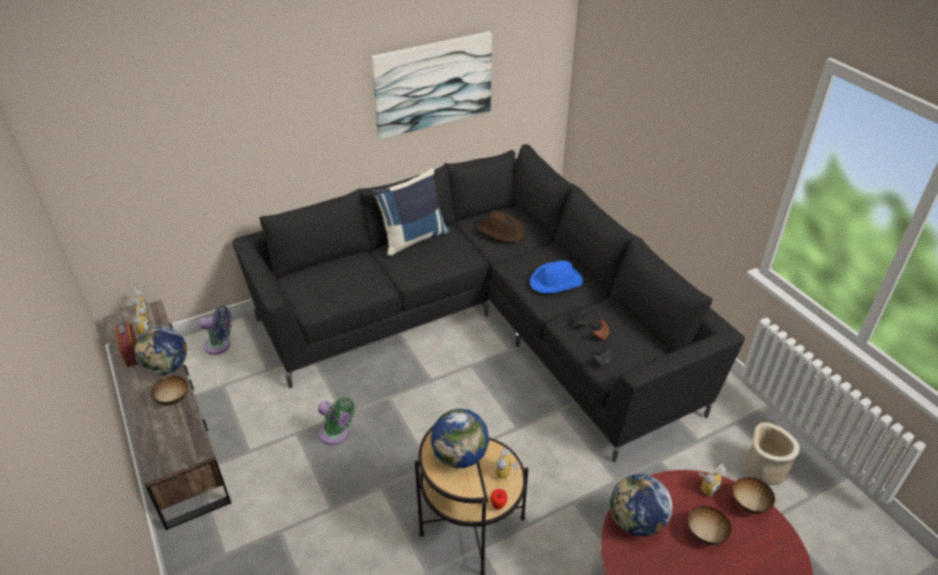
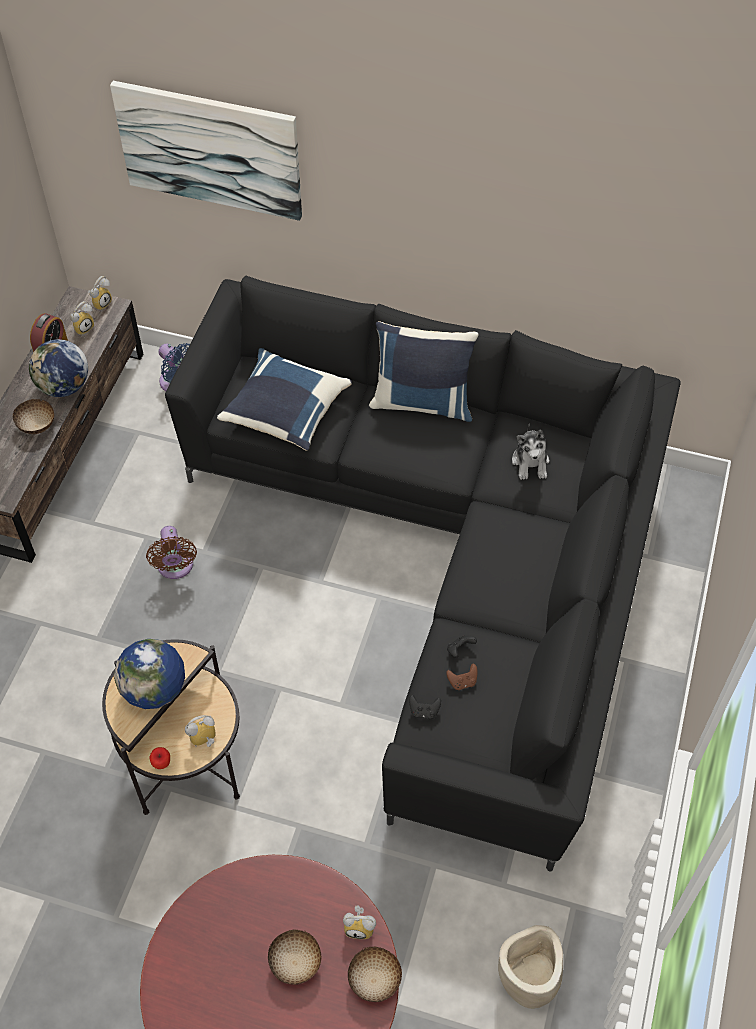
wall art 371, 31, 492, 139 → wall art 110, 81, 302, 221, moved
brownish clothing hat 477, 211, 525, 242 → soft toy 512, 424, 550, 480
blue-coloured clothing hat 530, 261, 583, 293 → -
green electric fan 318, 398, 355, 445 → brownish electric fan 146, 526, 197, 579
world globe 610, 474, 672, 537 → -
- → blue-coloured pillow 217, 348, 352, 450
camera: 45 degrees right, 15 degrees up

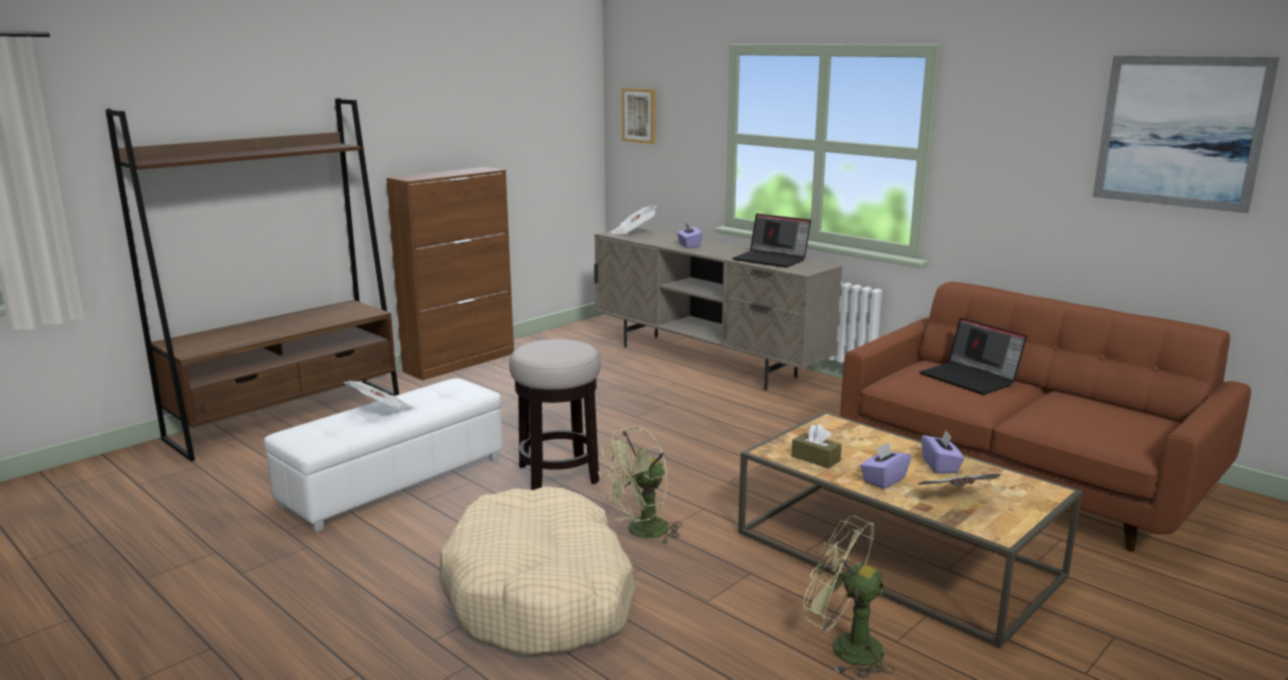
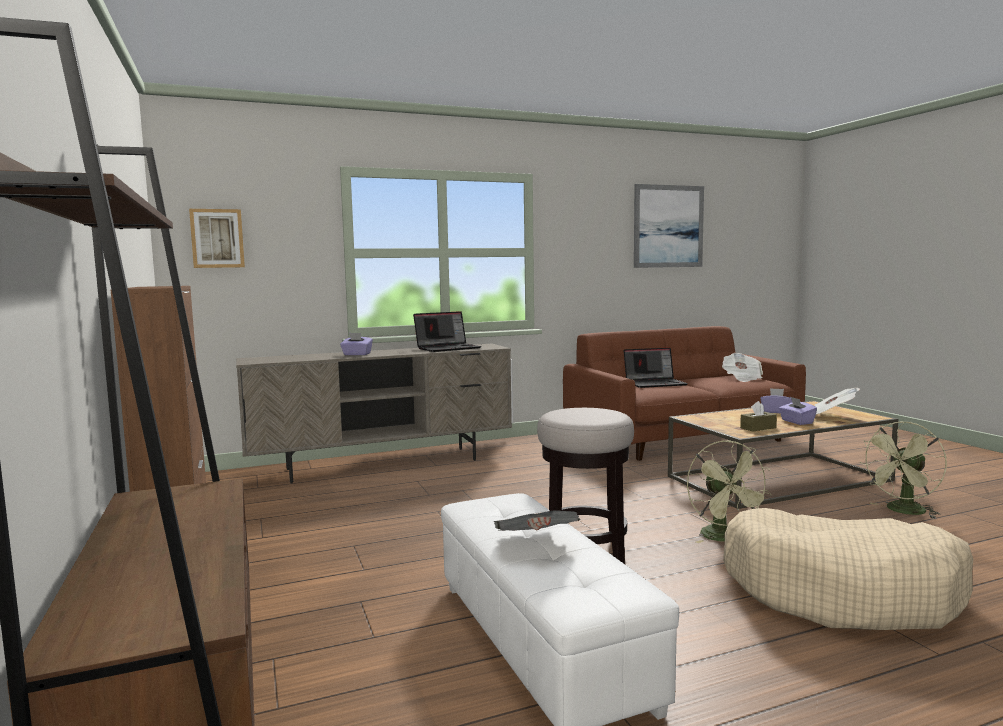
daily paper 611, 205, 657, 234 → daily paper 722, 353, 763, 382, moved
camera: 65 degrees left, 10 degrees down

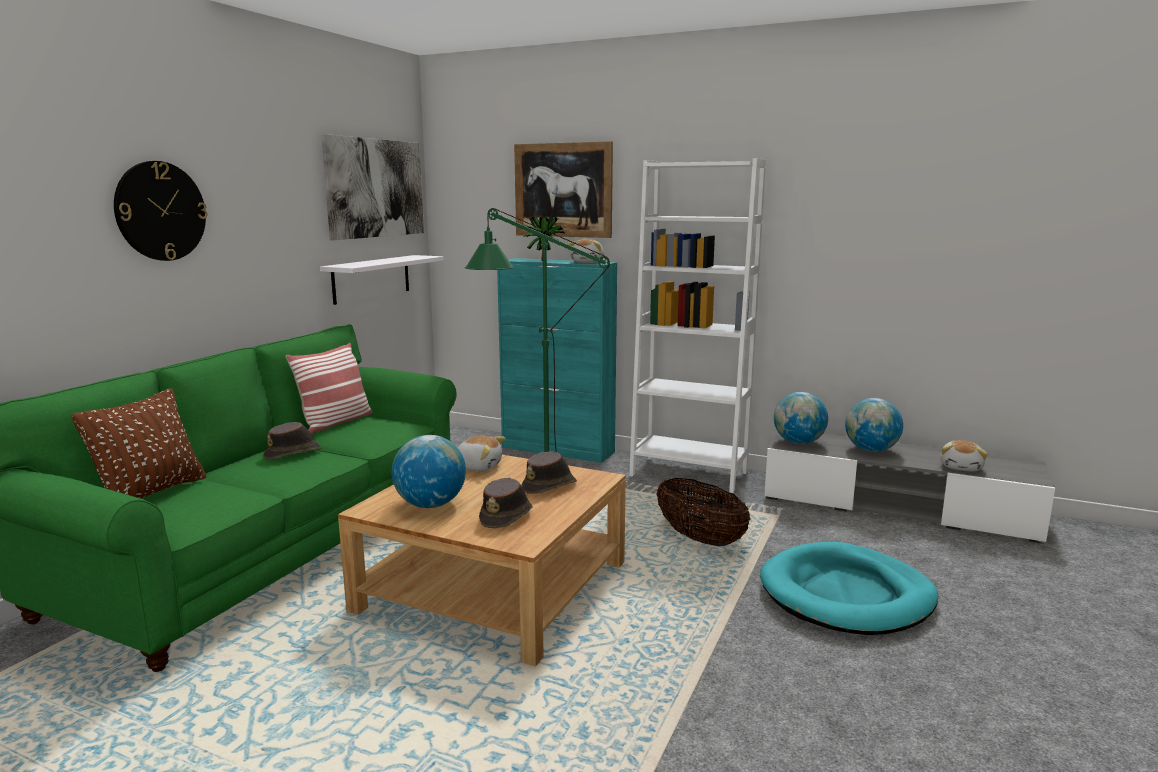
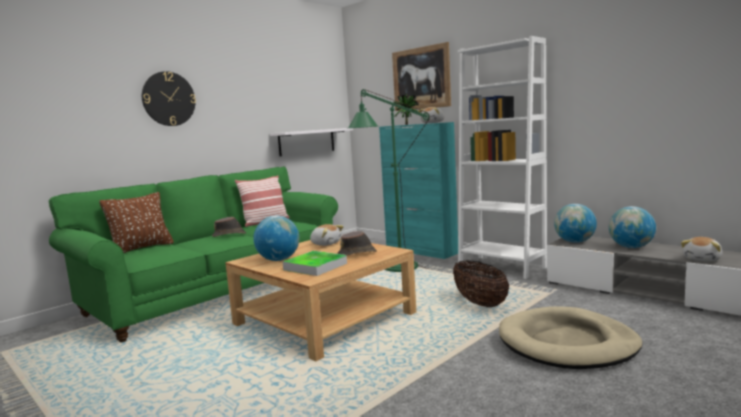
wall art 321, 134, 424, 240 → -
brownish clothing hat 479, 478, 532, 528 → carrying tray 283, 251, 347, 276
blue-green pet bed 760, 542, 938, 635 → beige-coloured pet bed 499, 306, 642, 369
camera: 20 degrees right, 5 degrees down

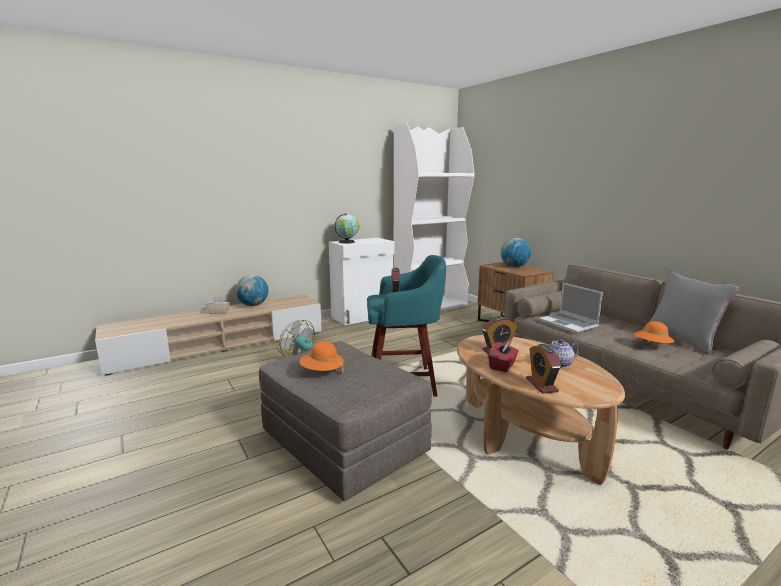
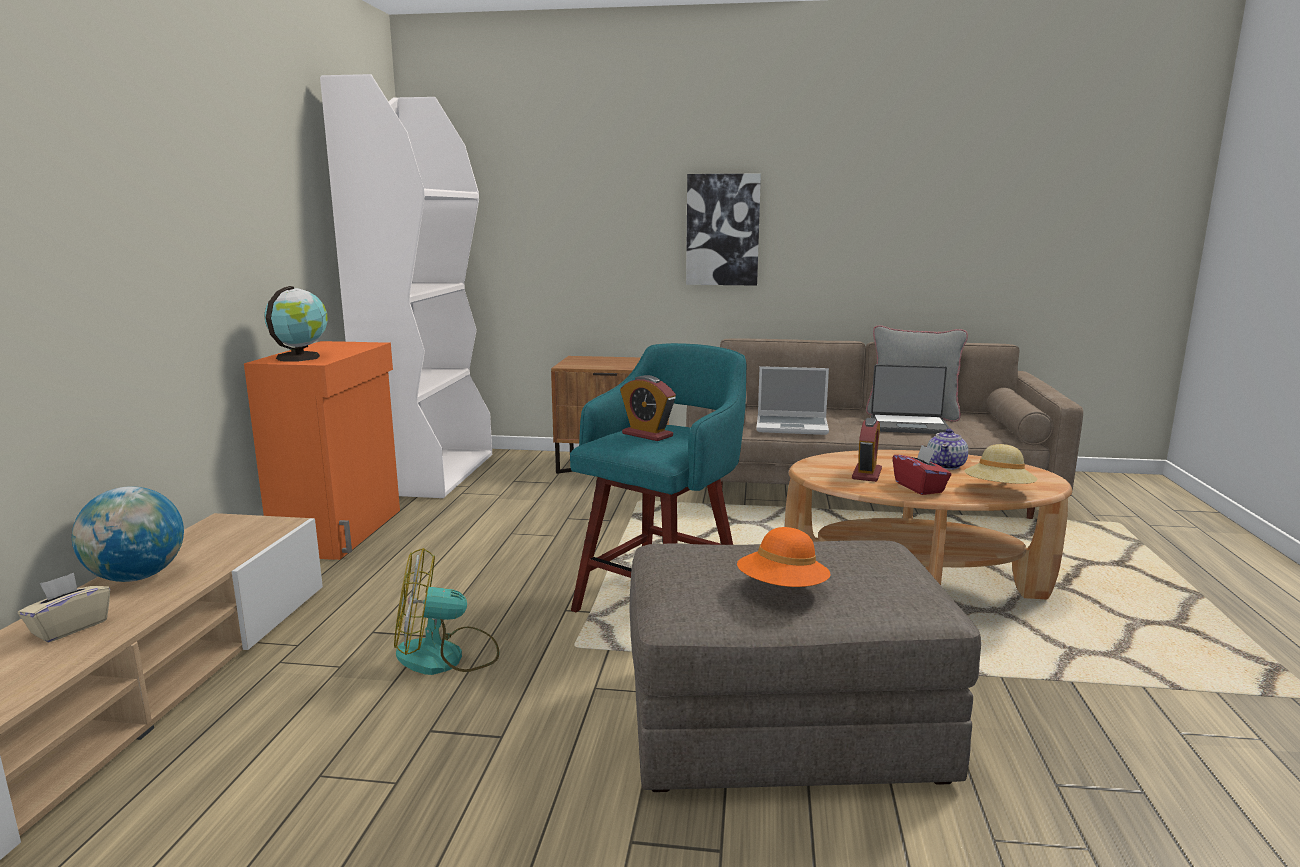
white-coloured storage cabinet 329, 238, 394, 325 → orangey storage cabinet 244, 341, 400, 560
world globe 501, 238, 531, 267 → -
orangey clothing hat 634, 321, 675, 343 → portable computer 871, 364, 950, 434
alarm clock 526, 344, 561, 394 → beige-coloured clothing hat 964, 444, 1037, 484
- → wall art 686, 174, 761, 286
camera: 50 degrees left, 0 degrees up

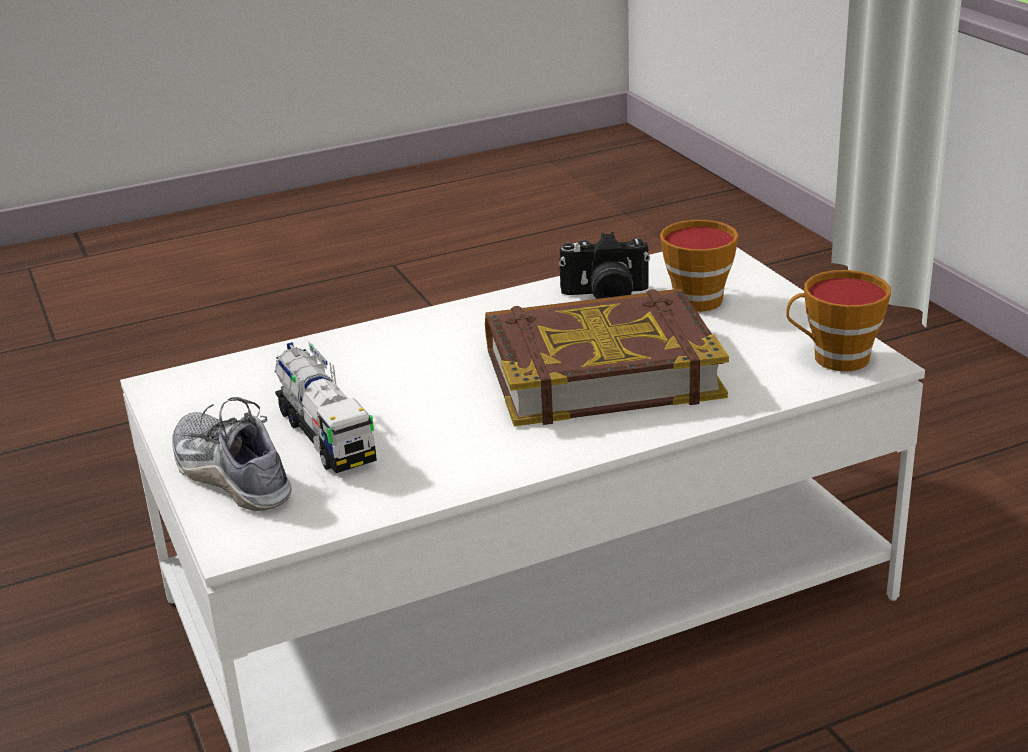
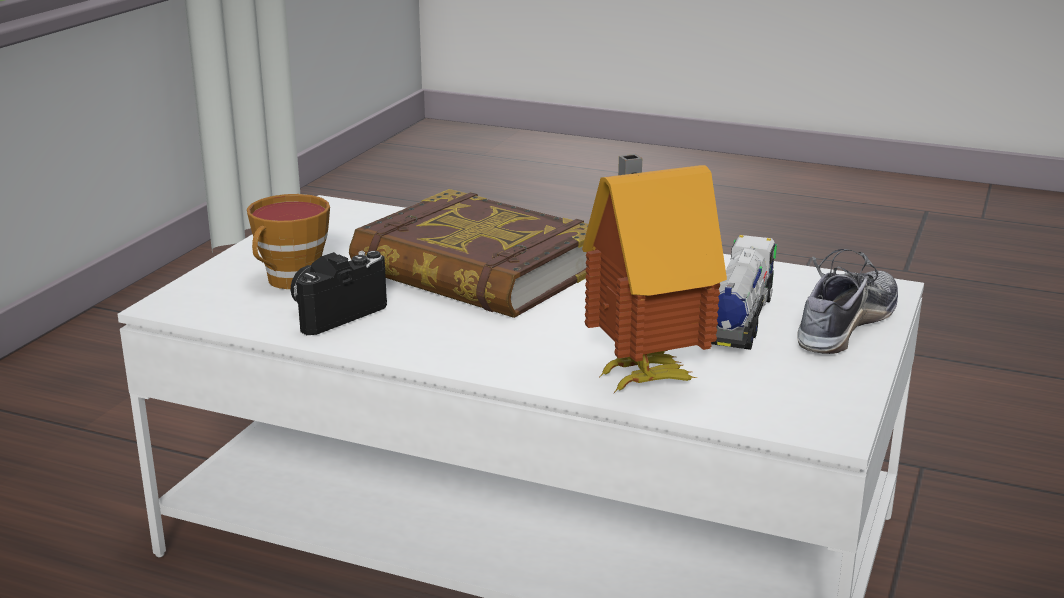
photo camera 559, 232, 650, 299 → photo camera 291, 251, 387, 335, 90 degrees counterclockwise
small cup 786, 270, 891, 371 → -
low shoe 172, 397, 292, 511 → low shoe 797, 249, 898, 354, 150 degrees counterclockwise
- → model house 582, 154, 727, 394
camera: 135 degrees left, 5 degrees down

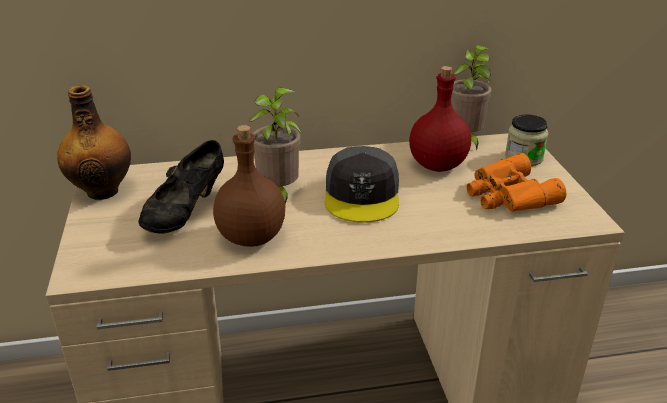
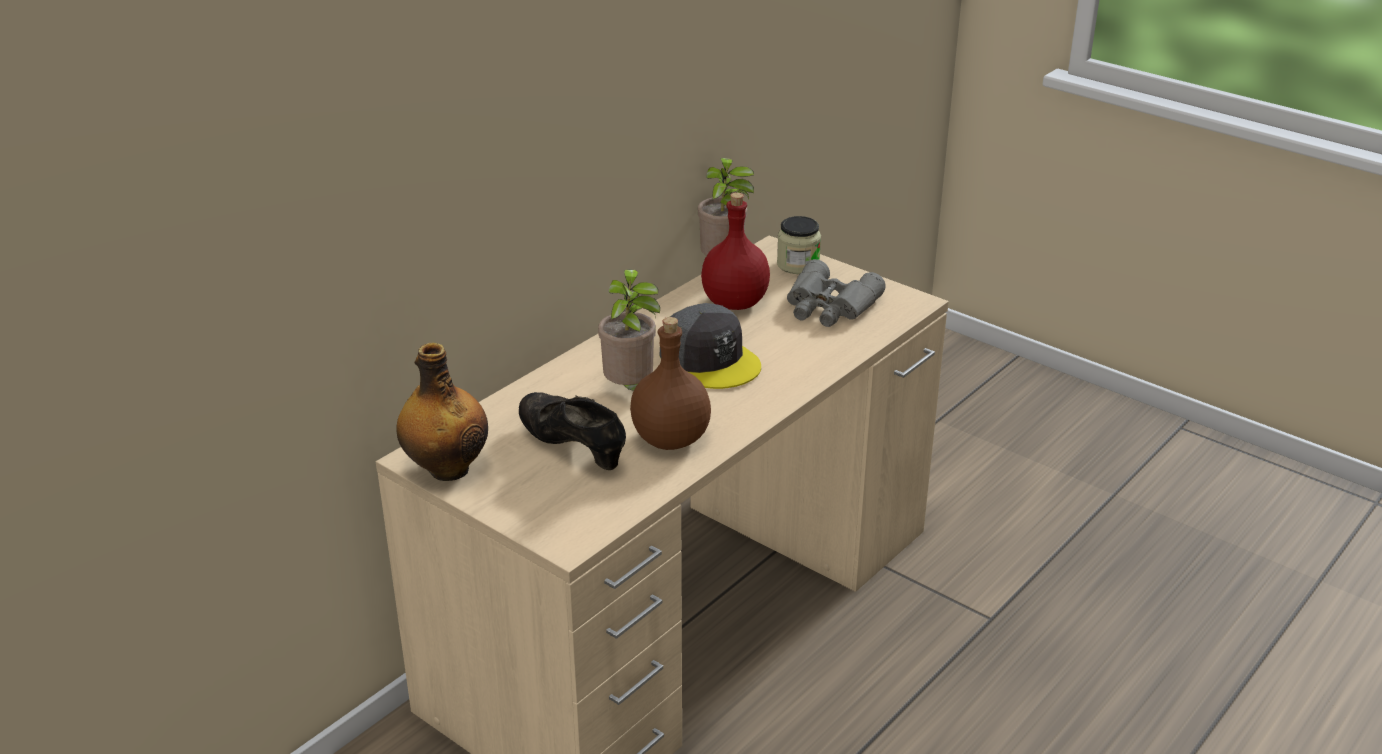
blackish low shoe 138, 140, 224, 234 → blackish low shoe 519, 392, 626, 470, 150 degrees clockwise
orangey pair of binoculars 467, 153, 566, 212 → greyish pair of binoculars 787, 259, 886, 327
camera: 40 degrees left, 0 degrees up

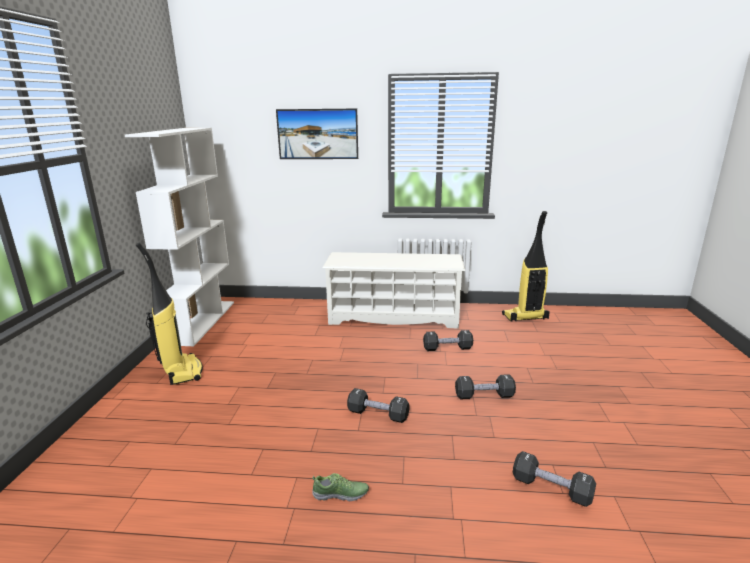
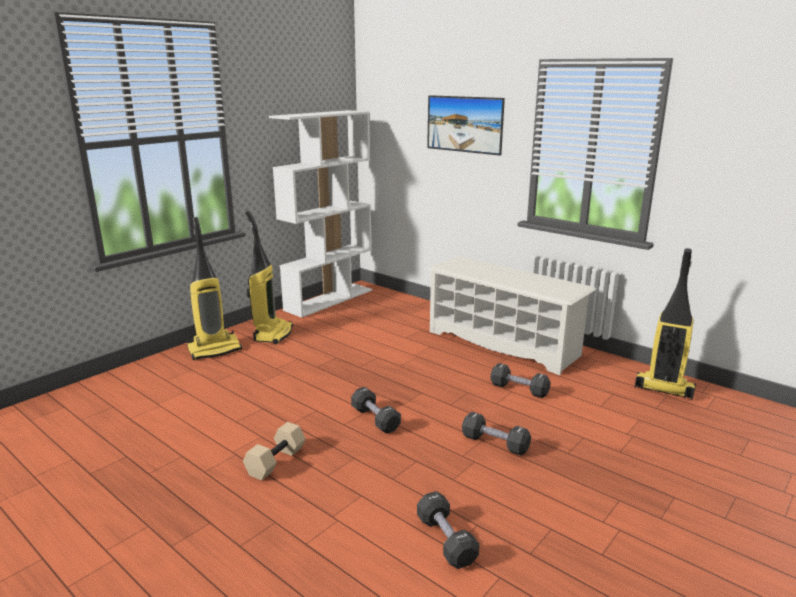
low shoe 312, 473, 369, 501 → beige-coloured hand weight 243, 422, 306, 480
- → hoover 187, 217, 242, 360
camera: 35 degrees right, 0 degrees up

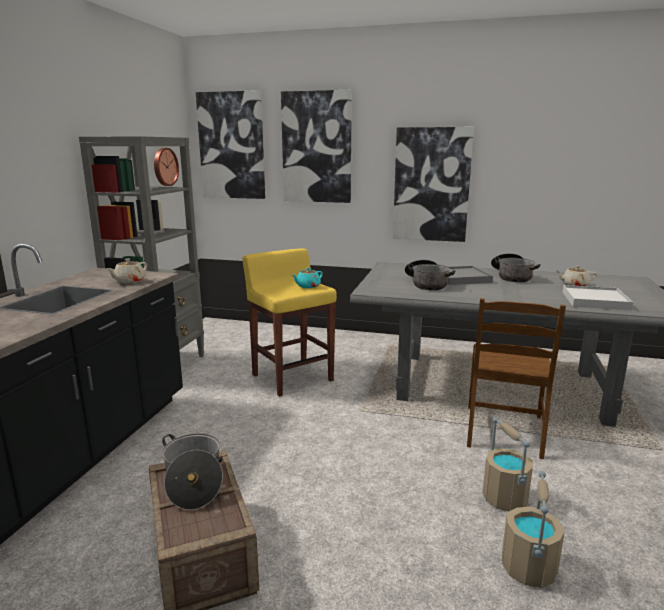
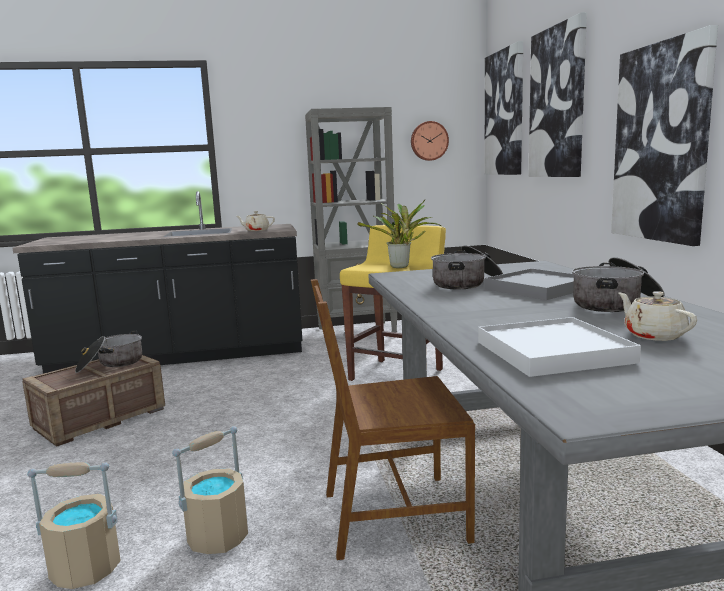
blue-green tea pot 292, 268, 323, 288 → potted plant 357, 200, 441, 268
camera: 65 degrees right, 5 degrees down

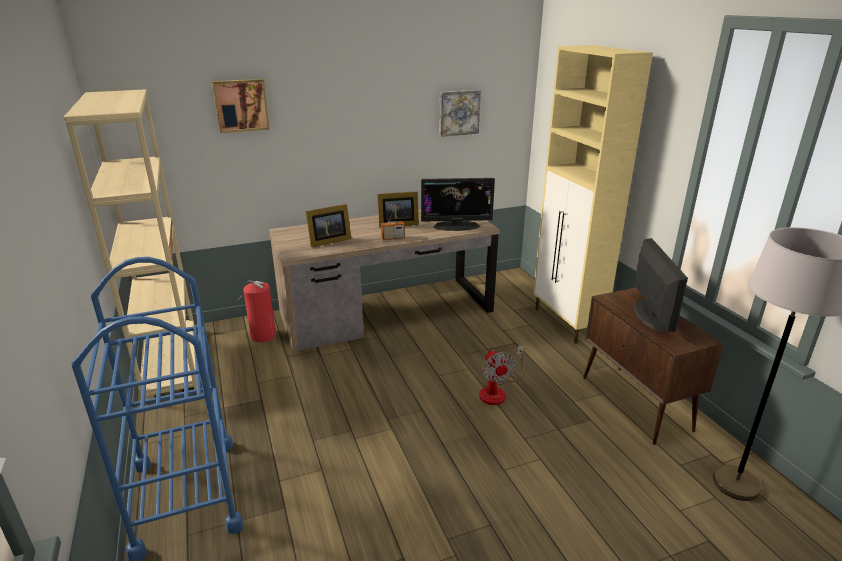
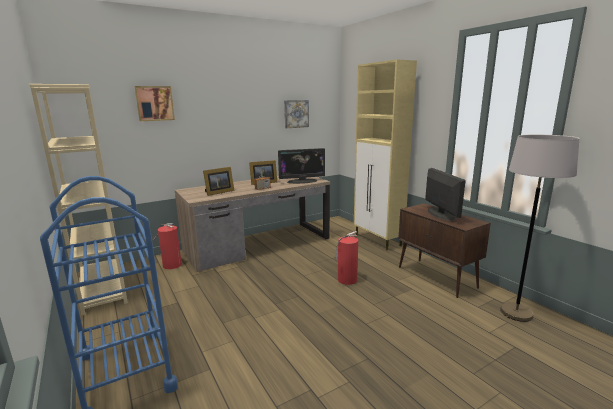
electric fan 479, 345, 524, 405 → extinguisher 336, 231, 358, 285
camera: 10 degrees left, 10 degrees down

